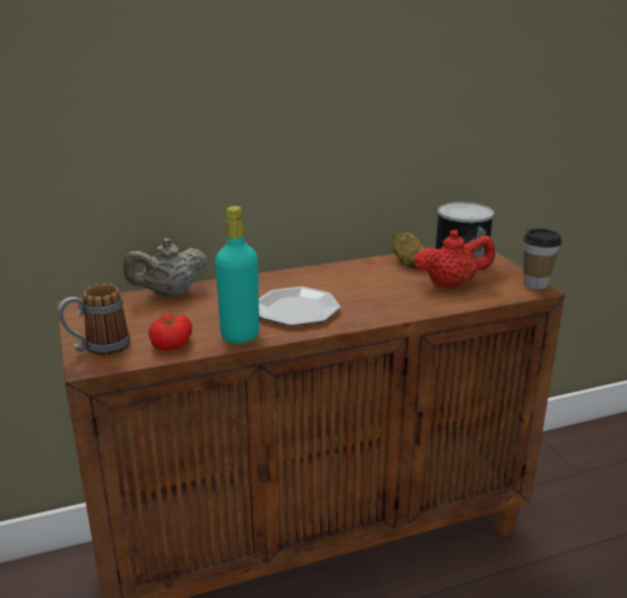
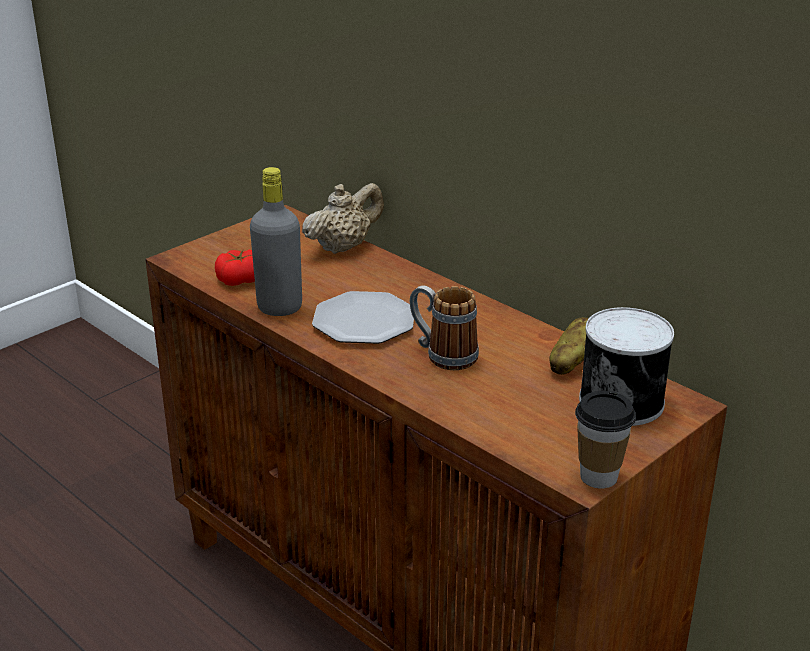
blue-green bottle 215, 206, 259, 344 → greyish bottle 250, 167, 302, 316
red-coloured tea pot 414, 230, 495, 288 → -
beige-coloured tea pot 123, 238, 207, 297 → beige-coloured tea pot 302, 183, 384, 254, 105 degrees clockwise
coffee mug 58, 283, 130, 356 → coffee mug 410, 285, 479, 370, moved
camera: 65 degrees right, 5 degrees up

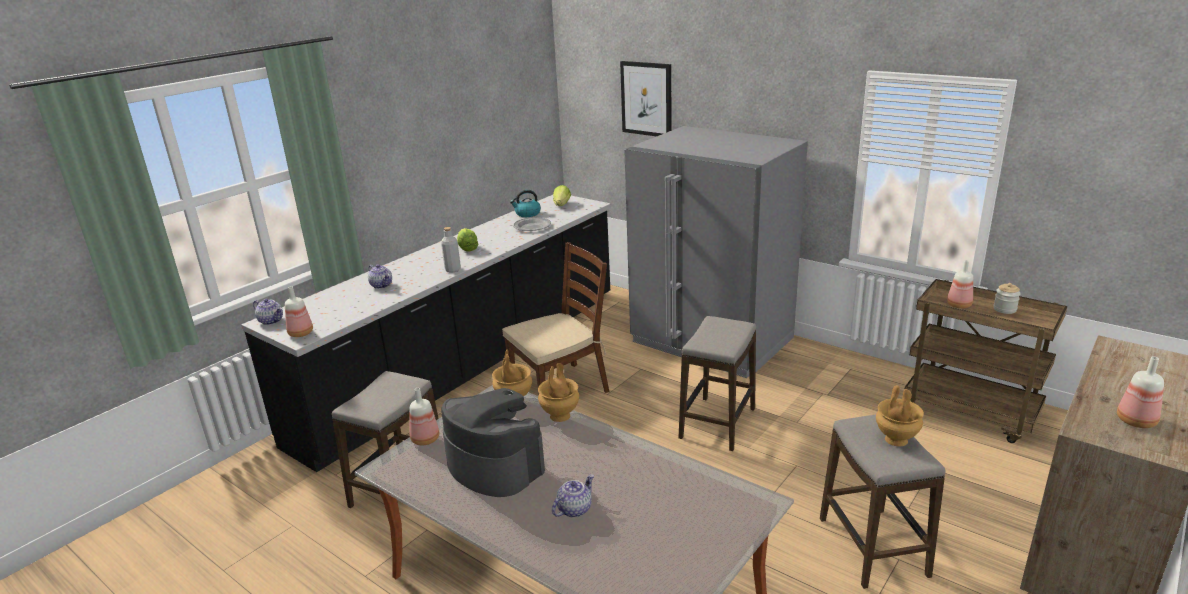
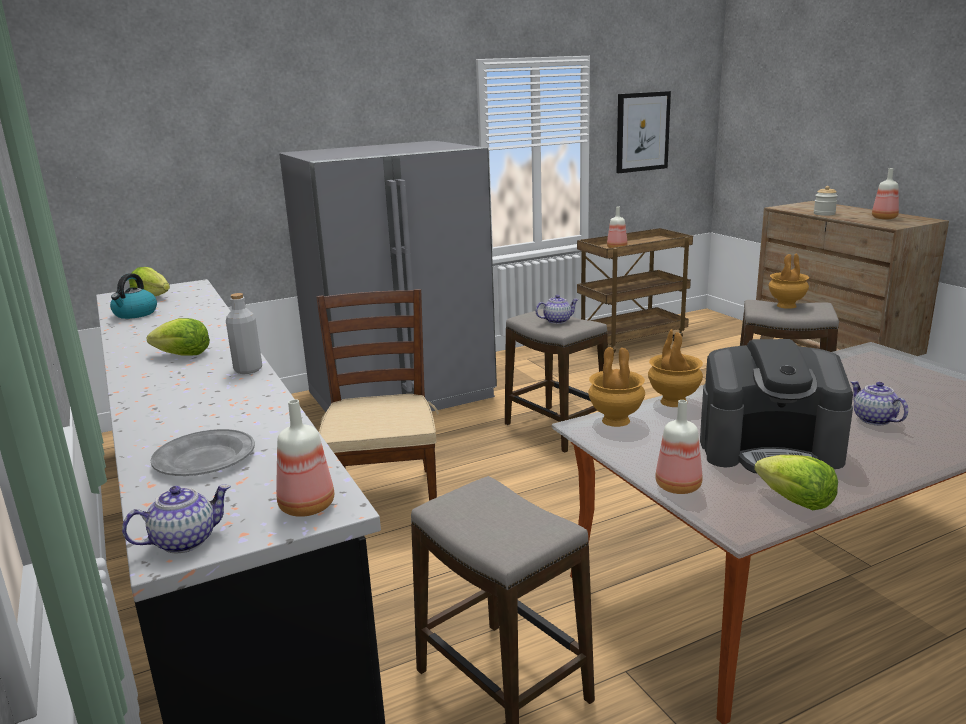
wall art 620, 61, 672, 136 → wall art 617, 91, 671, 173, moved
greyish flat dish 513, 217, 551, 231 → greyish flat dish 151, 429, 255, 476, moved
tea pot 368, 264, 392, 289 → tea pot 536, 295, 579, 324, moved
preserve jar 993, 283, 1021, 314 → preserve jar 814, 186, 838, 216, moved
coffee maker 441, 388, 545, 497 → coffee maker 700, 339, 853, 473, 150 degrees counterclockwise
- → head of lettuce 754, 455, 838, 510
camera: 65 degrees left, 5 degrees down

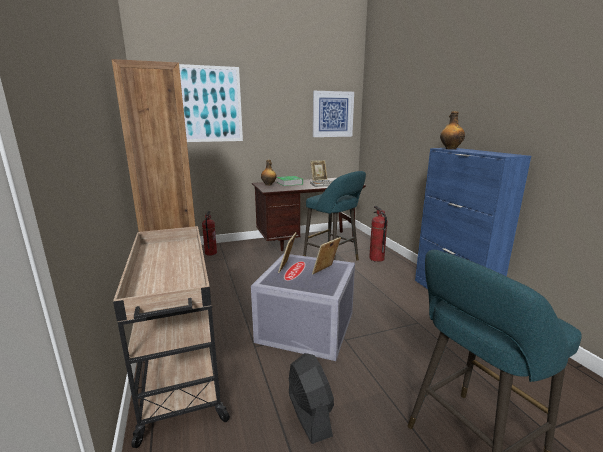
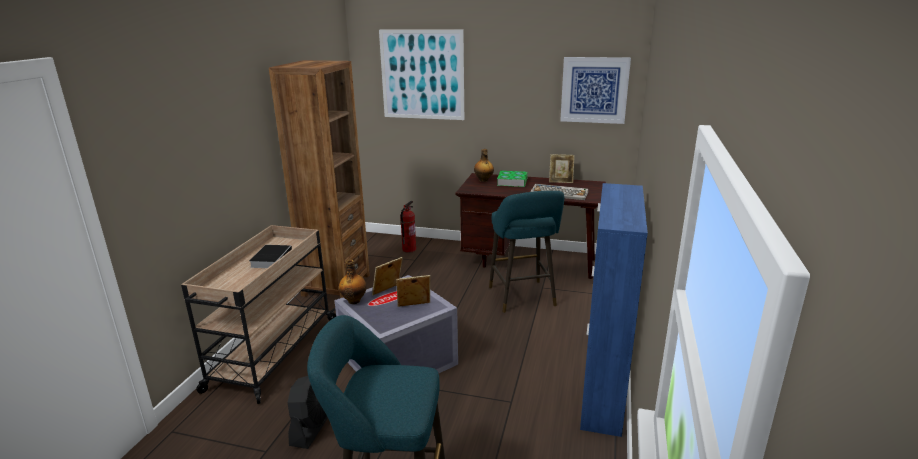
bottle 440, 111, 465, 150 → bottle 339, 259, 367, 304, moved
extinguisher 369, 206, 387, 262 → -
- → volume 249, 245, 293, 268
camera: 35 degrees right, 5 degrees up

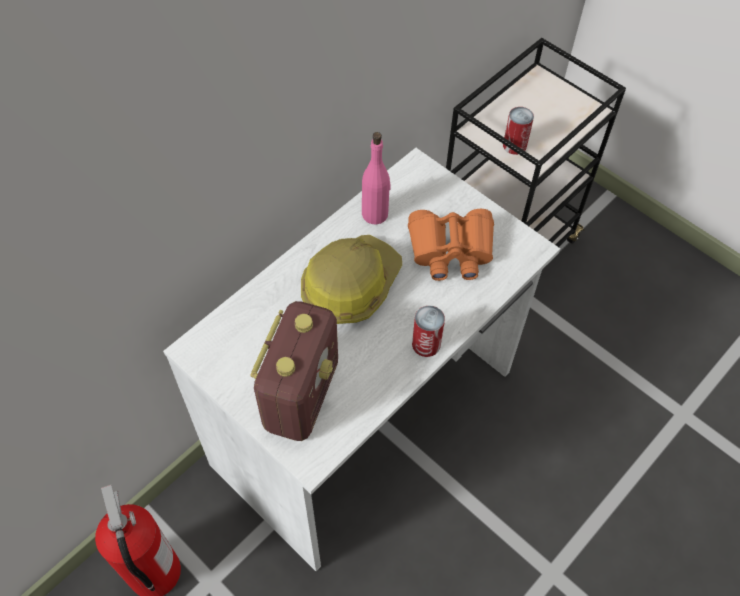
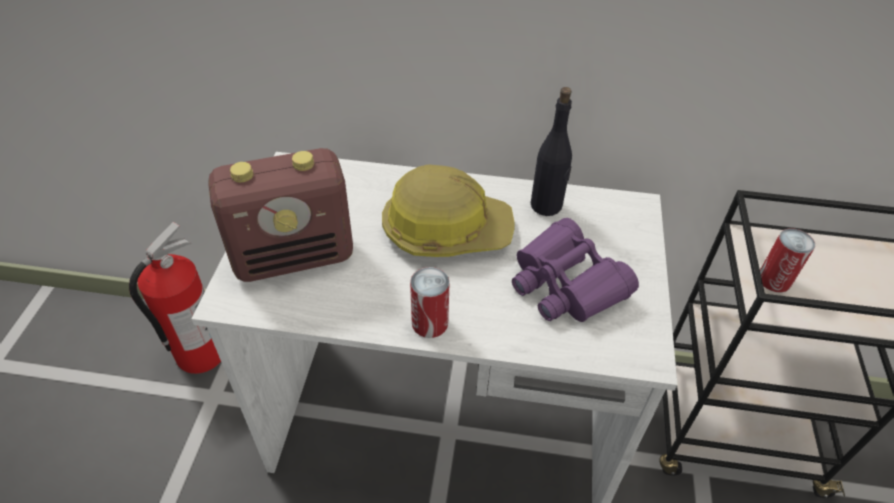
pinkish bottle 362, 132, 391, 225 → blackish bottle 531, 87, 572, 216
orangey pair of binoculars 408, 209, 494, 281 → purplish pair of binoculars 512, 218, 639, 322
camera: 55 degrees right, 10 degrees down

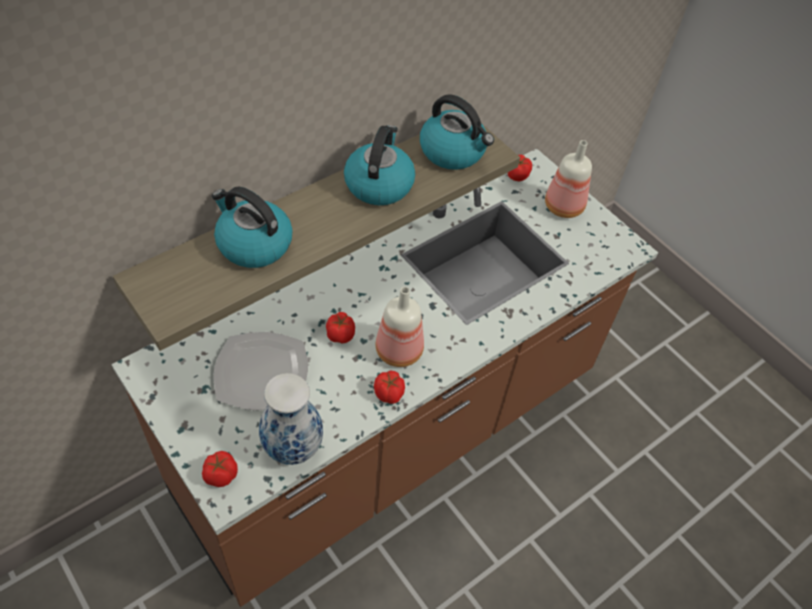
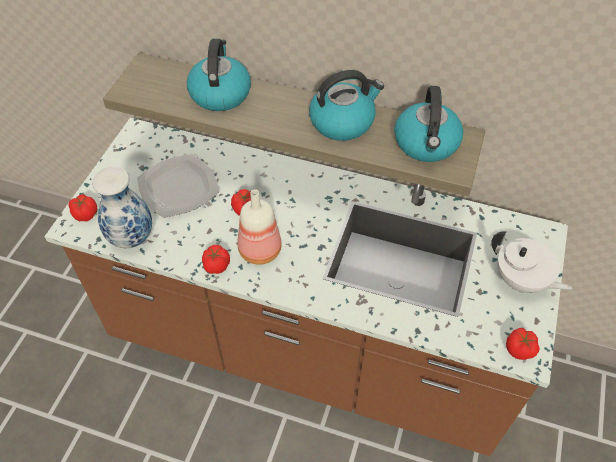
bottle 545, 140, 592, 218 → white-coloured tea pot 491, 231, 573, 293
tomato 508, 155, 532, 181 → tomato 506, 328, 540, 360, moved
camera: 60 degrees right, 0 degrees up

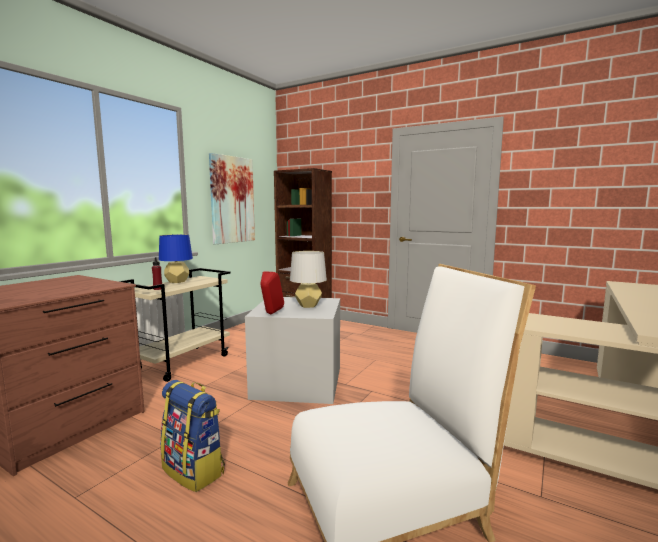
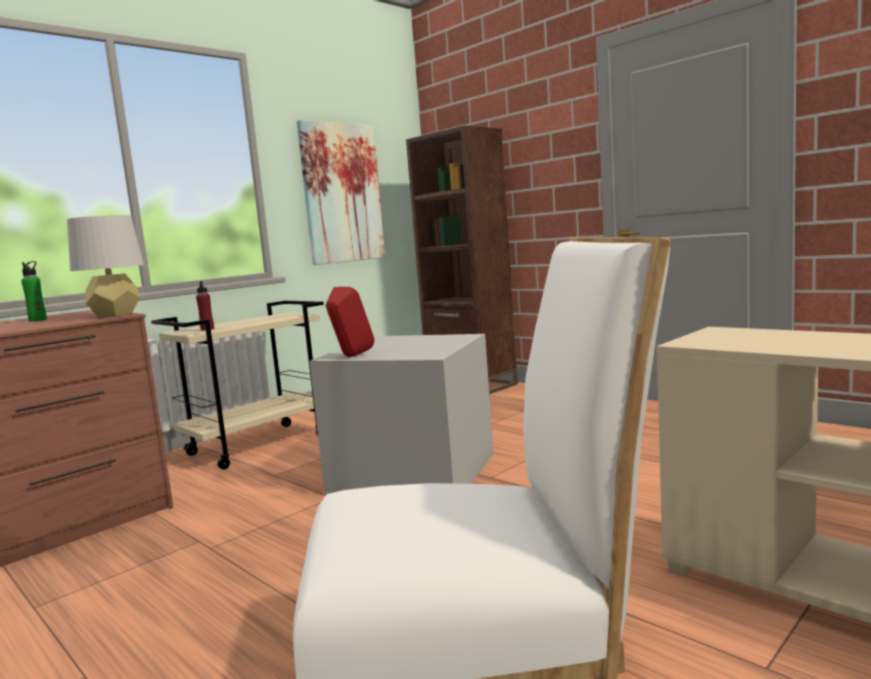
blue-coloured table lamp 159, 234, 193, 283 → -
greyish table lamp 290, 251, 327, 308 → greyish table lamp 67, 215, 144, 318, moved
backpack 160, 380, 225, 492 → -
- → green bottle 21, 261, 47, 322
camera: 15 degrees right, 0 degrees up

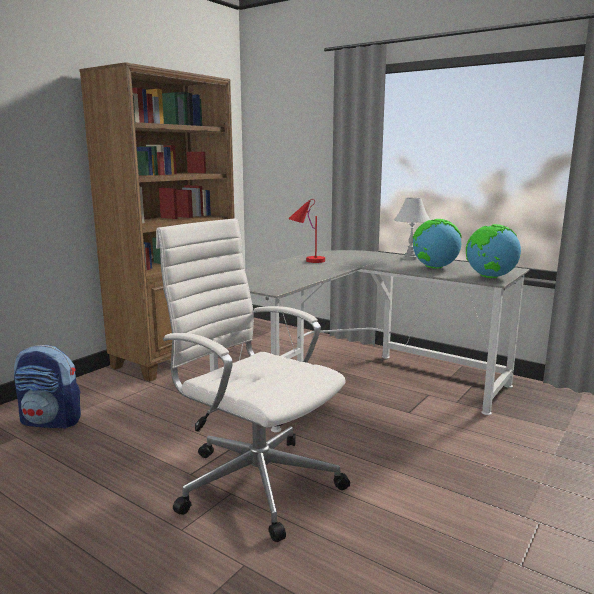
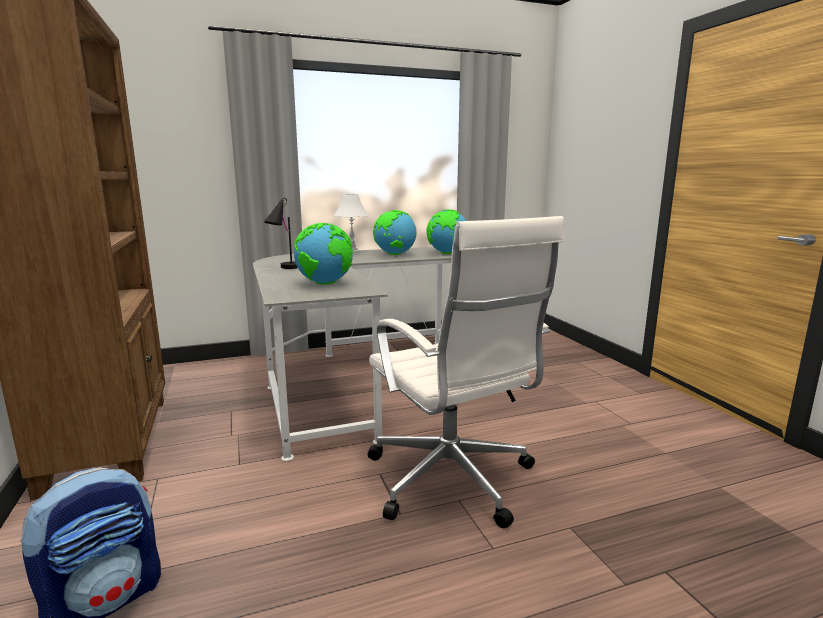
red-coloured table lamp 288, 199, 325, 263 → blackish table lamp 264, 198, 298, 269
white-coloured computer chair 156, 218, 350, 542 → white-coloured computer chair 368, 216, 564, 528, 105 degrees counterclockwise
- → world globe 294, 223, 353, 285
camera: 55 degrees left, 0 degrees up

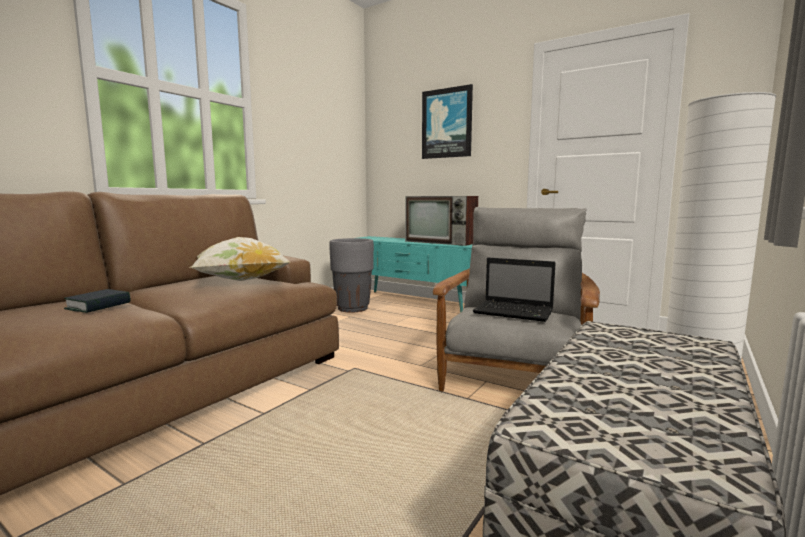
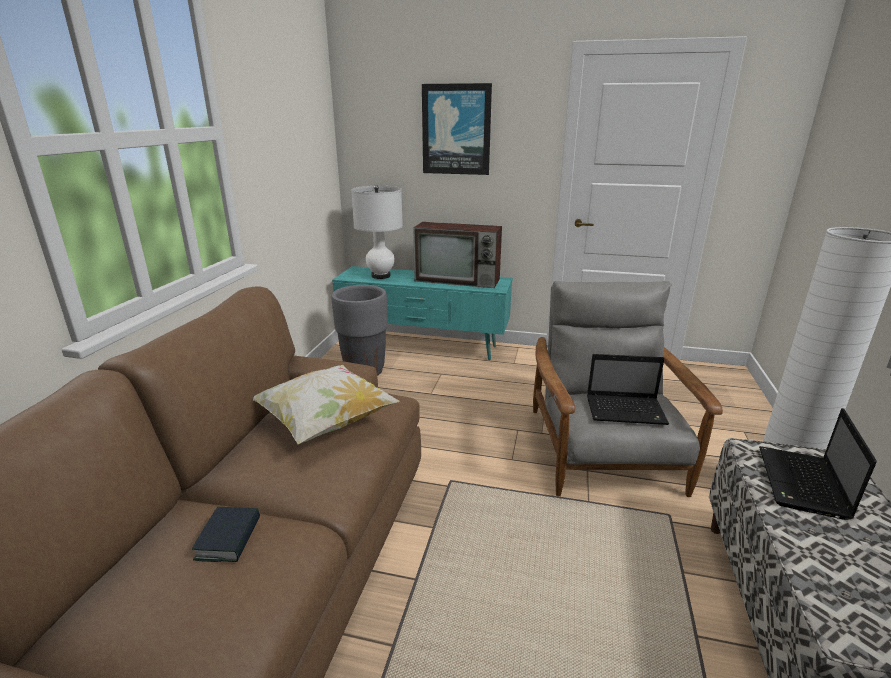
- → white-coloured table lamp 351, 185, 403, 279
- → portable computer 759, 408, 877, 520
camera: 20 degrees left, 15 degrees up

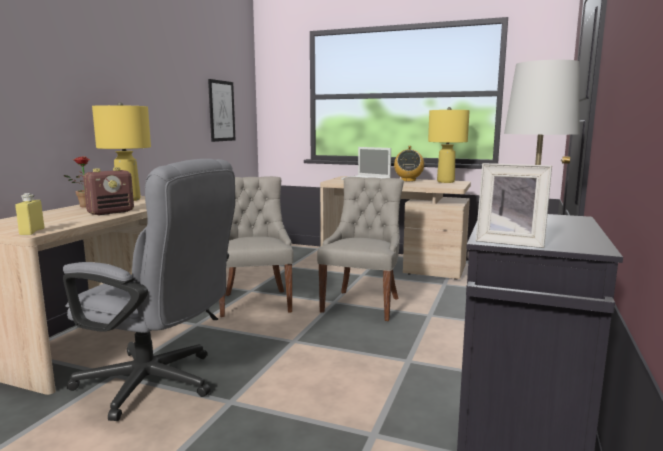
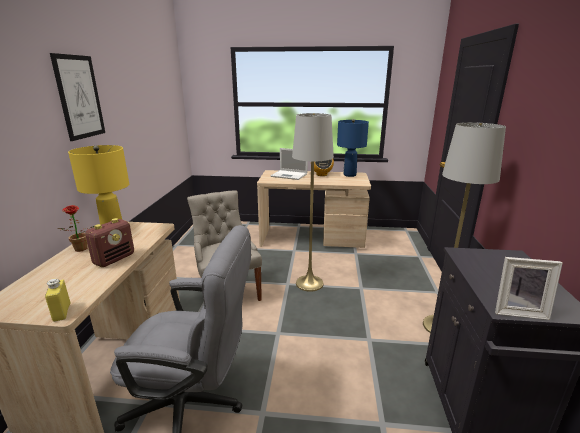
wall art 208, 79, 236, 142 → wall art 50, 53, 105, 141, moved
yellow-coloured table lamp 428, 107, 470, 183 → blue-coloured table lamp 337, 119, 369, 177
greyish chair 317, 177, 404, 321 → greyish standard lamp 292, 113, 334, 292
camera: 15 degrees left, 10 degrees up

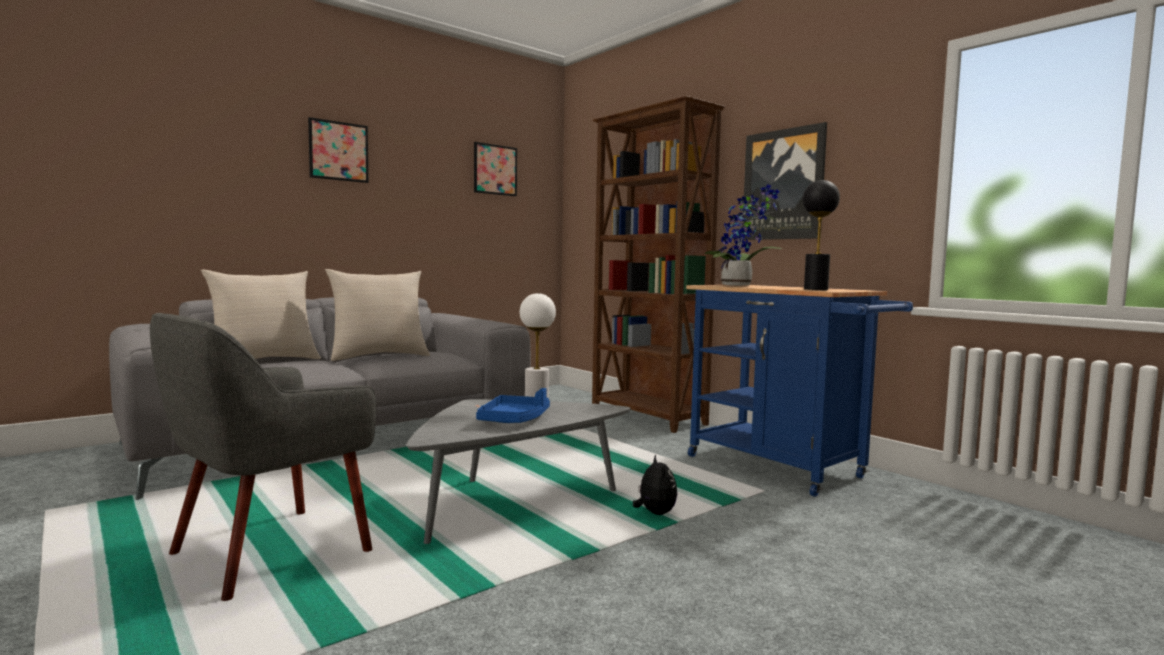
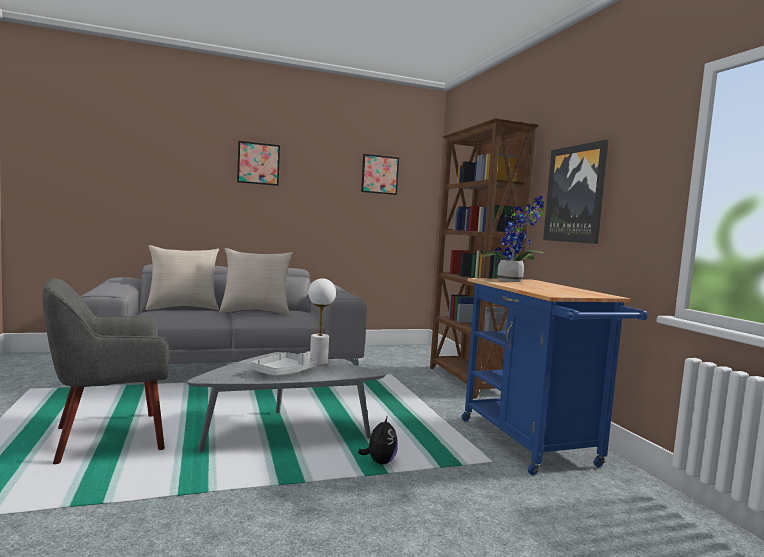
blackish table lamp 803, 180, 840, 290 → -
blue-coloured carrying tray 476, 388, 550, 423 → greyish carrying tray 250, 351, 317, 376
camera: 20 degrees right, 0 degrees up

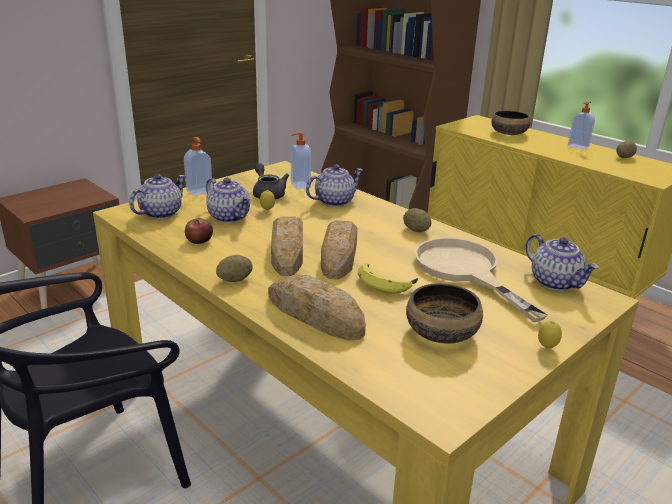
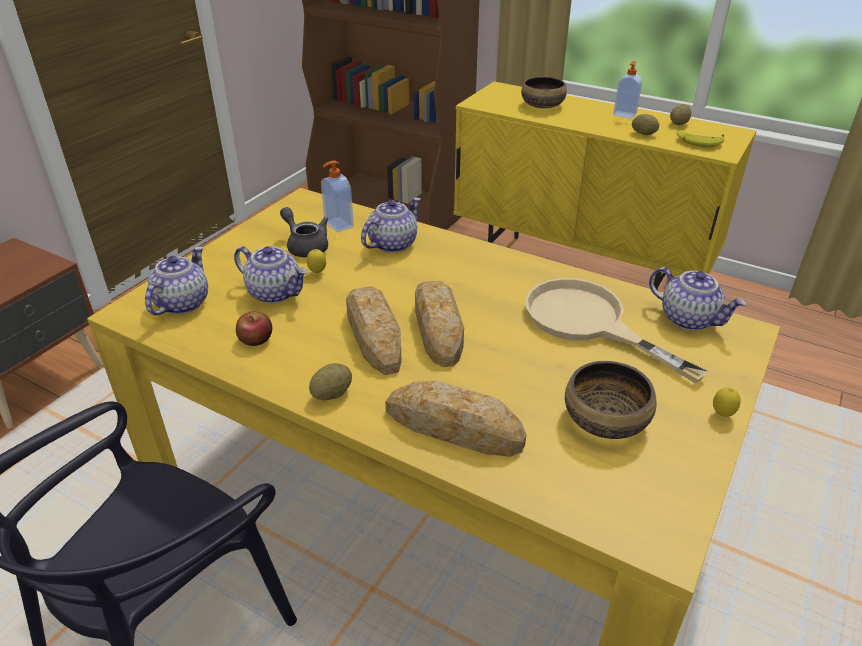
soap bottle 184, 137, 213, 196 → -
potato 403, 208, 431, 232 → potato 632, 114, 659, 135, moved
whole banana 358, 264, 418, 294 → whole banana 677, 130, 724, 148, moved
camera: 15 degrees left, 10 degrees up

